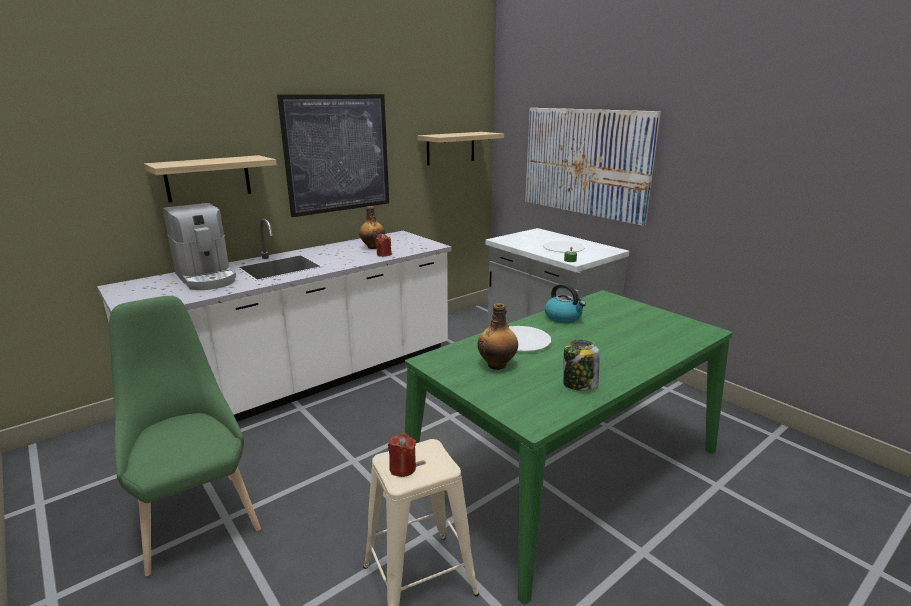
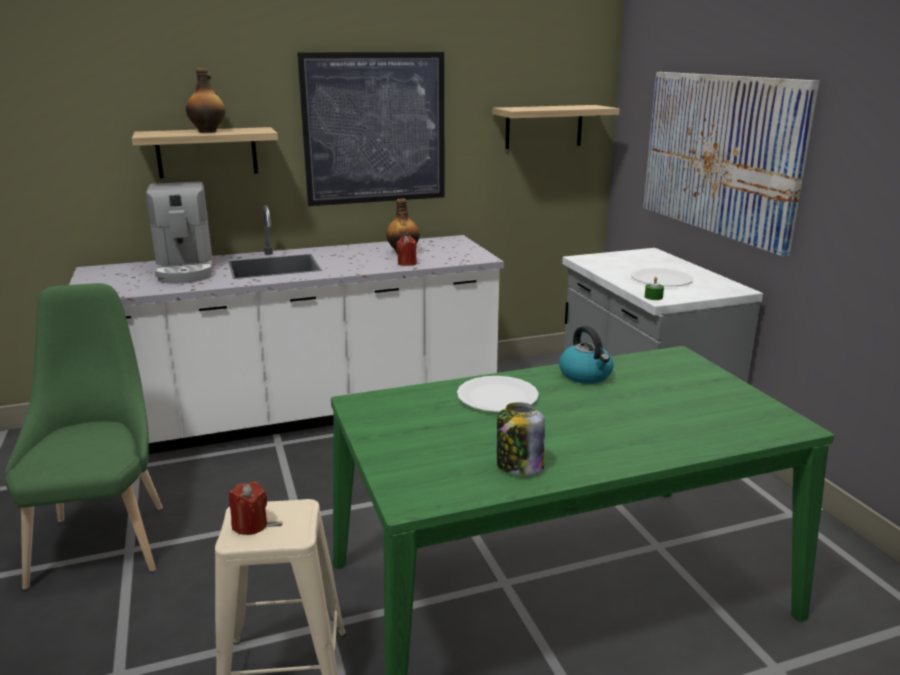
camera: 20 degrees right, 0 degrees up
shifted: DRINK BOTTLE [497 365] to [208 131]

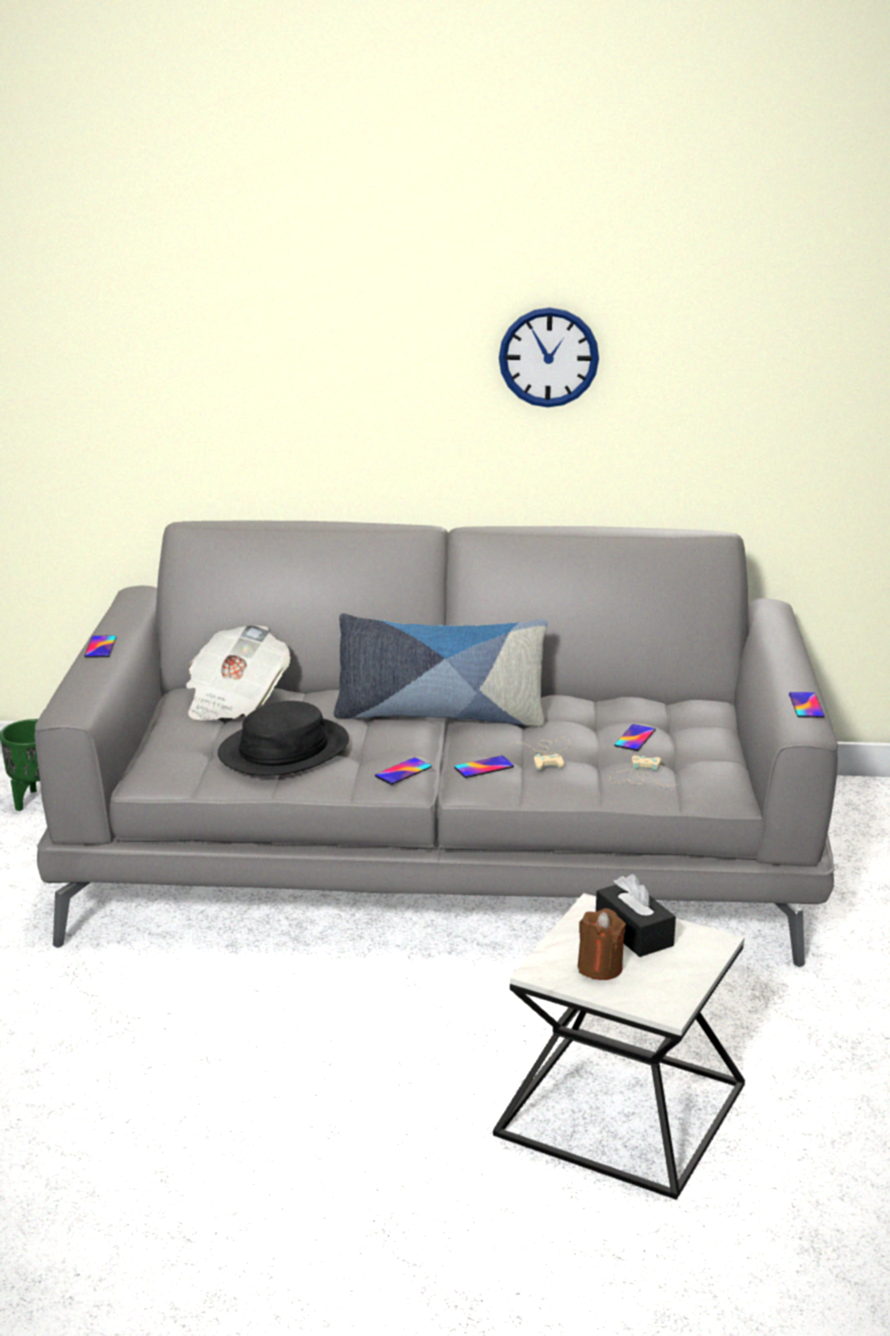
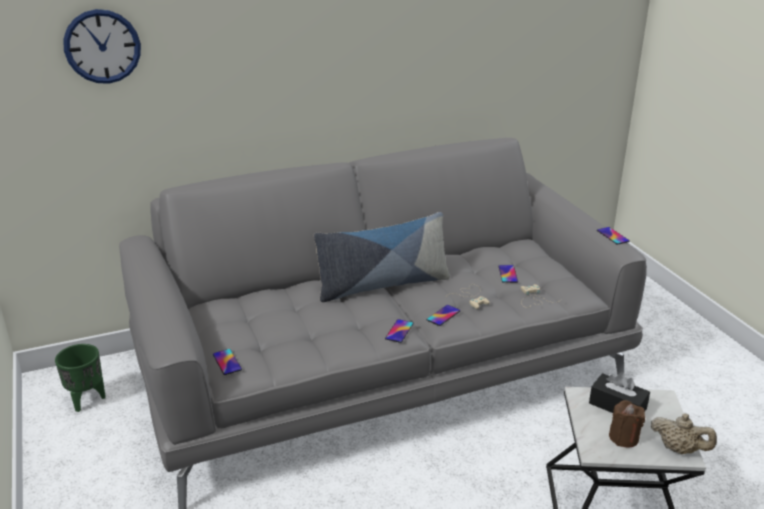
camera: 25 degrees left, 5 degrees up
gone: DAILY PAPER [234 701]; BLACKISH HAT [283 749]
new: BEIGE-COLOURED POT FOR TEA [679 449]
shifted: TELEPHONE [100 647] to [227 362]; WALL CLOCK [548 357] to [102 46]

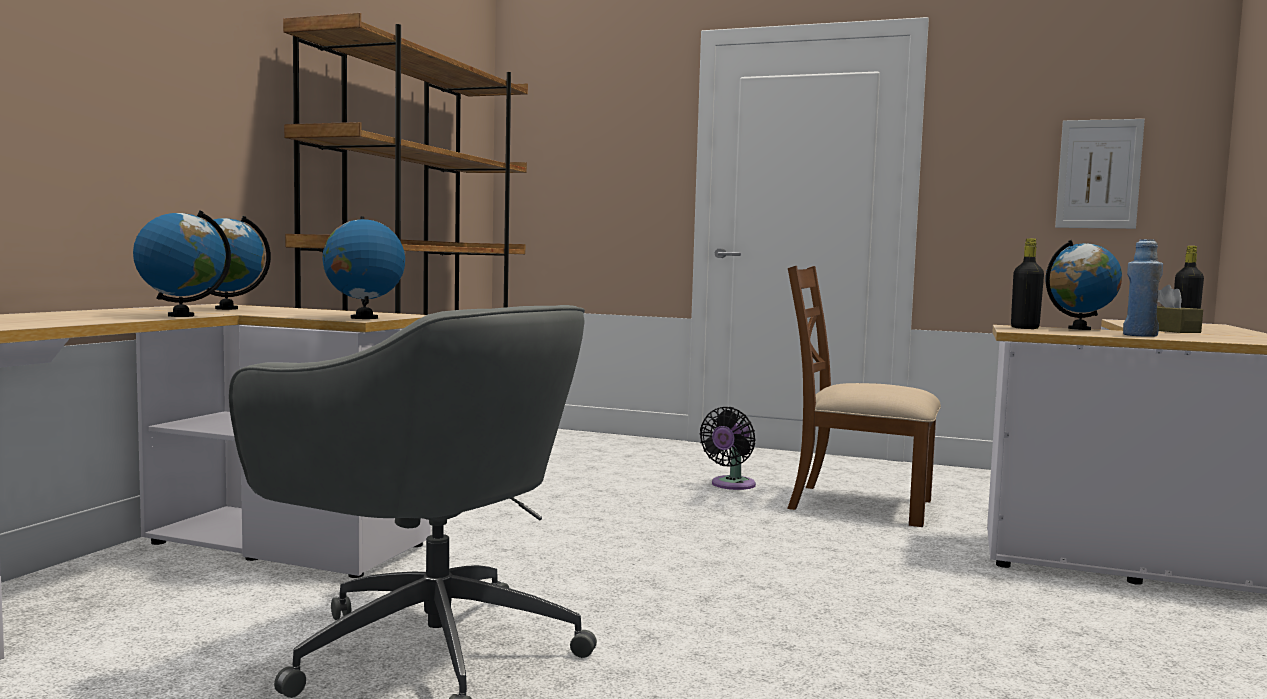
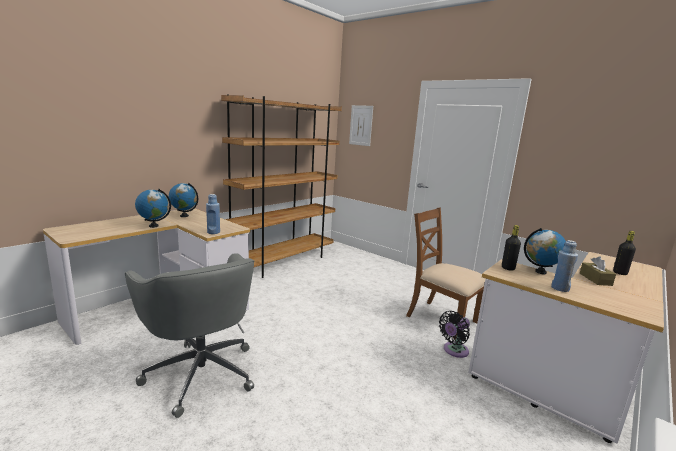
camera: 20 degrees right, 10 degrees up
shifted: BLACKISH FAN [731 485] to [454 351]; WALL ART [1098 174] to [361 125]
swapped: GLOBE [364 318] to BLUE DRINK BOTTLE [213 232]

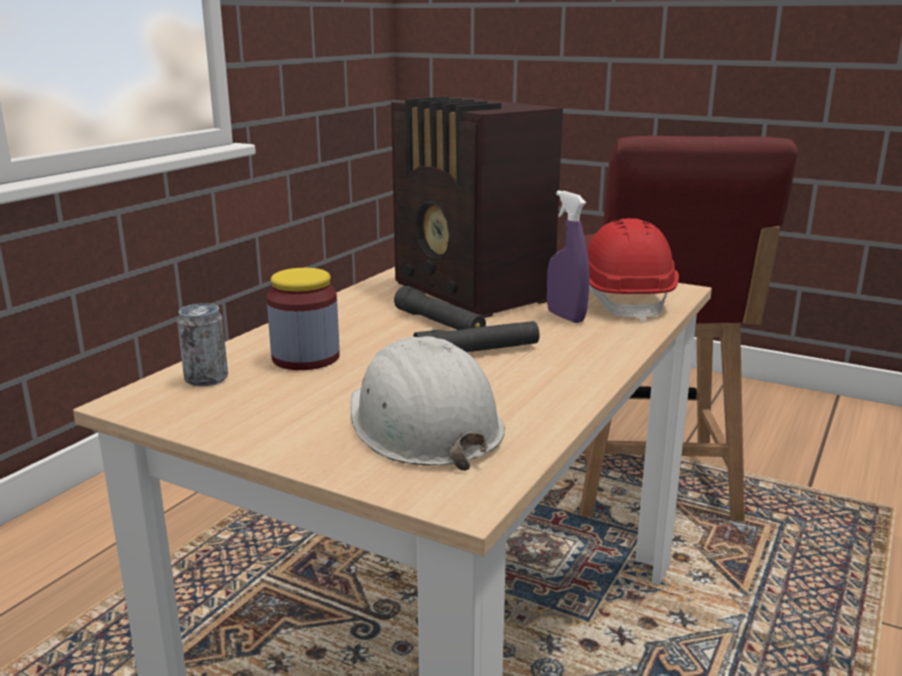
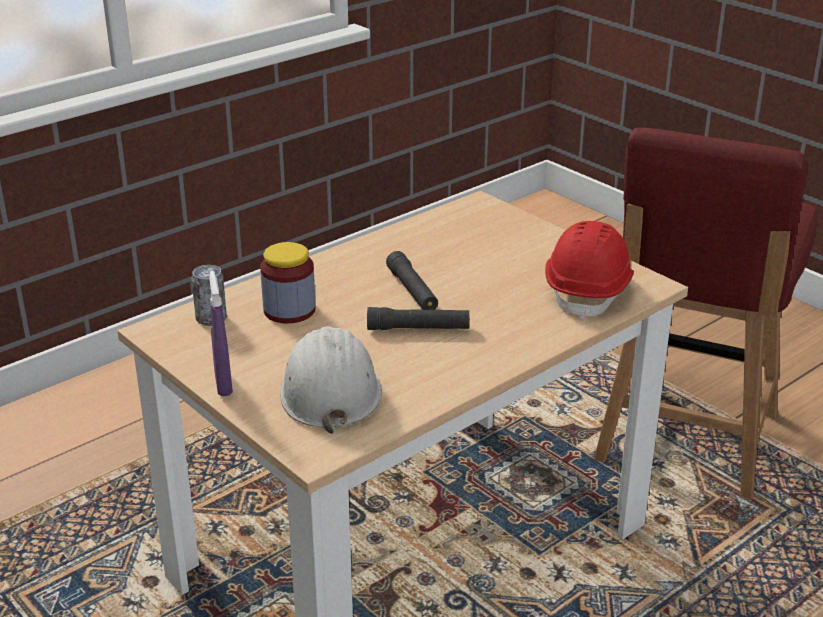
camera: 20 degrees right, 10 degrees up
gone: RADIO [471 293]
shifted: PURPLE-COLOURED HAND SPRAYER [565 317] to [223 385]

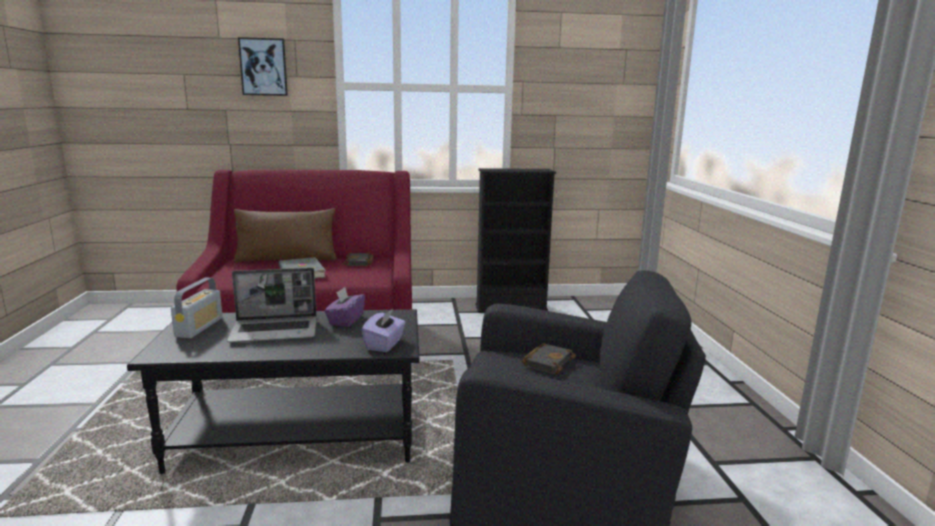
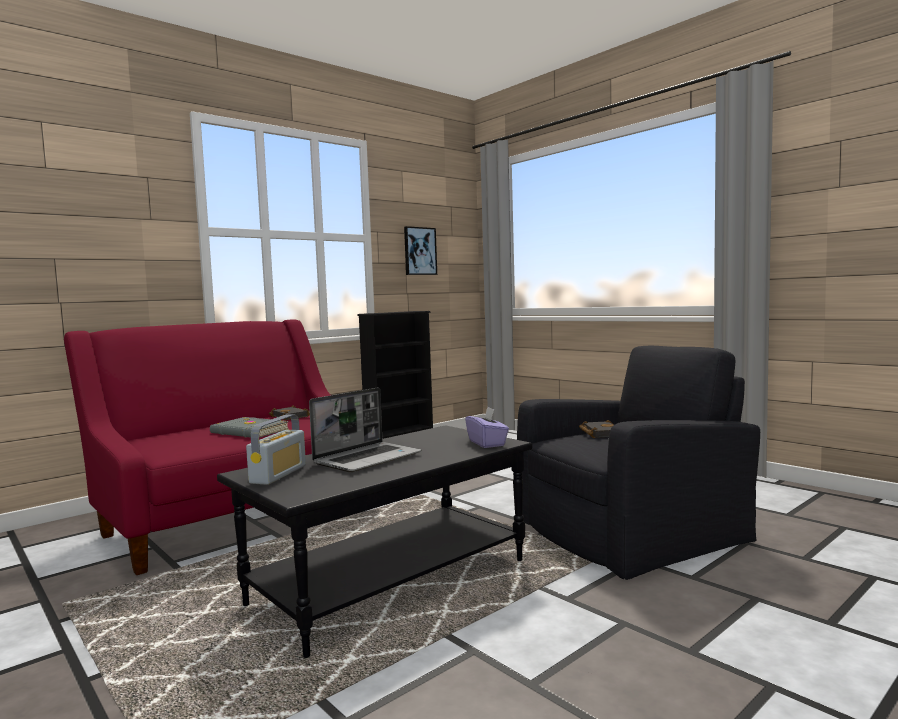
camera: 35 degrees left, 10 degrees down
gone: BROWN CUSHION [287 259]; PURPLE-COLOURED TISSUE HOLDER [345 320]
shifted: WALL ART [263 67] to [419 251]
rotated: RADIO [199 327] = [278 474] 45 degrees clockwise

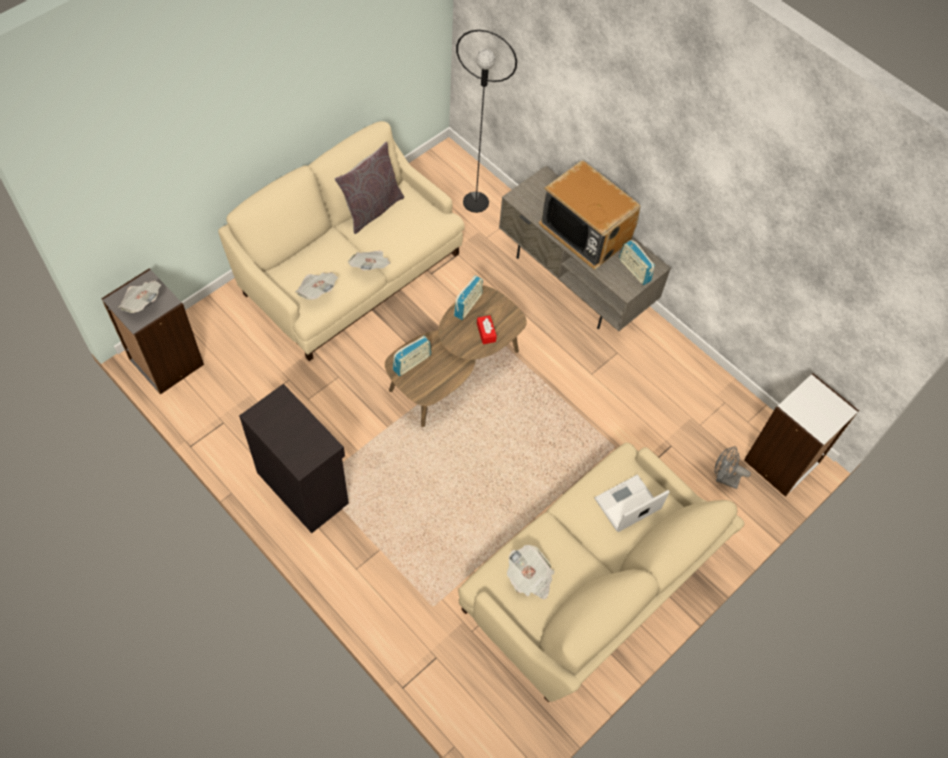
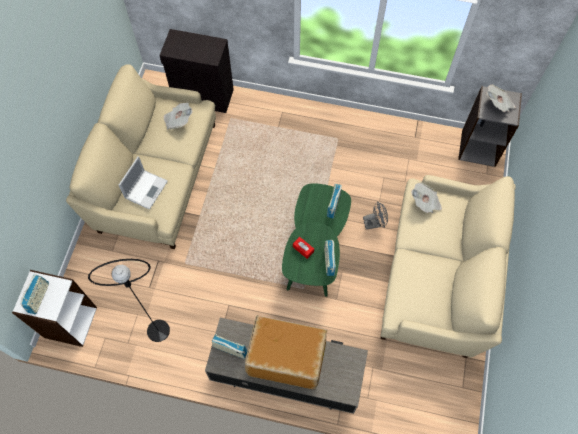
camera: 150 degrees right, 5 degrees up
gone: GREYISH CUSHION [371 209]; DAILY PAPER [370 266]
new: RADIO [39 297]
shifted: BLACKISH CUPBOARD [303 486] to [203 97]; BLACKISH STANDING LAMP [476 202] to [158 331]; GREYISH FAN [723 478] to [374 223]
repainted: BROWN COFFEE TABLE [455 371] to GREEN COFFEE TABLE [315 249]

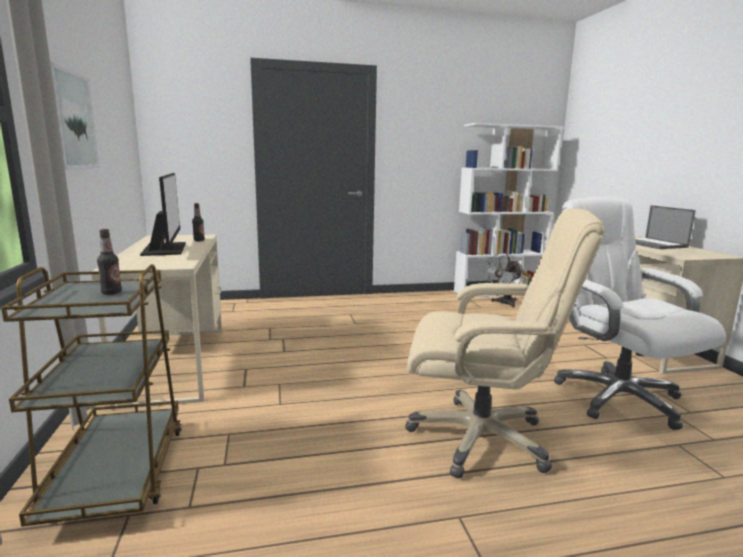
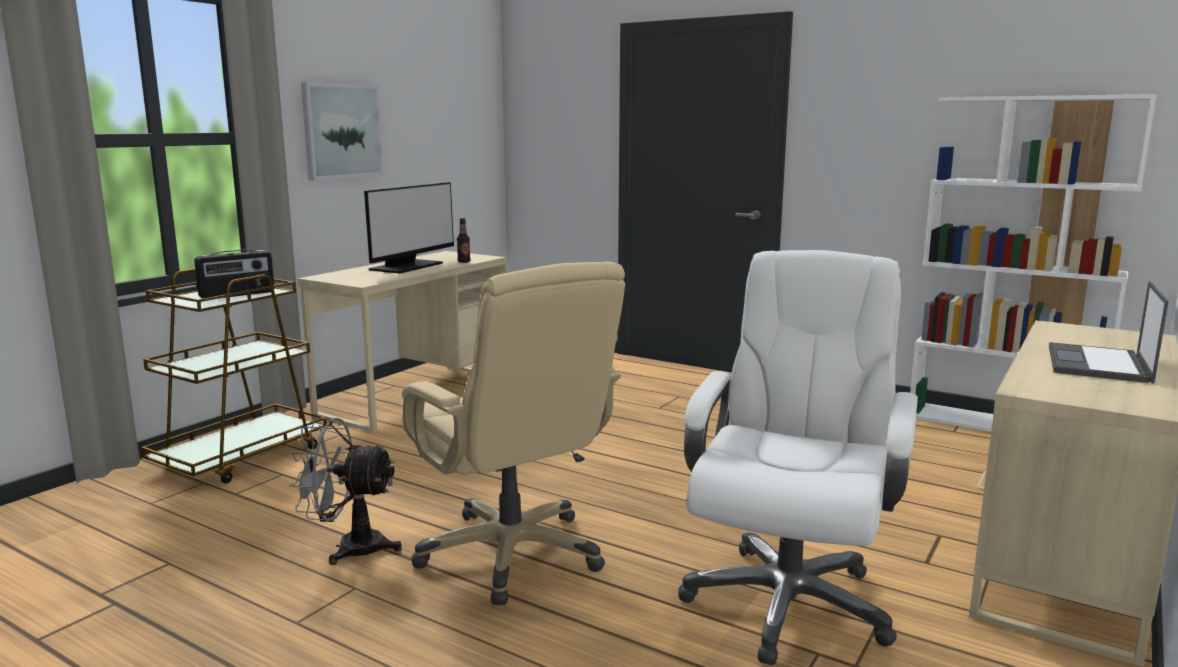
camera: 45 degrees right, 0 degrees up
shifted: GREYISH FAN [503 303] to [349 547]
swapped: DRINK BOTTLE [111 293] to RADIO [237 295]

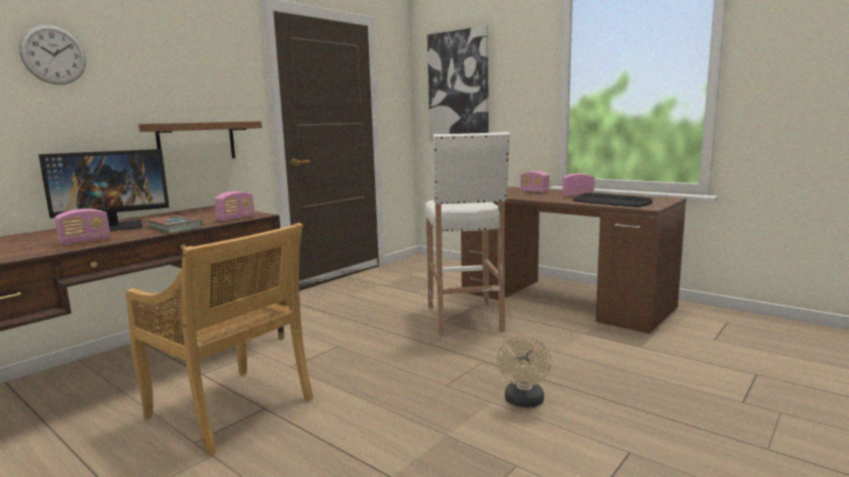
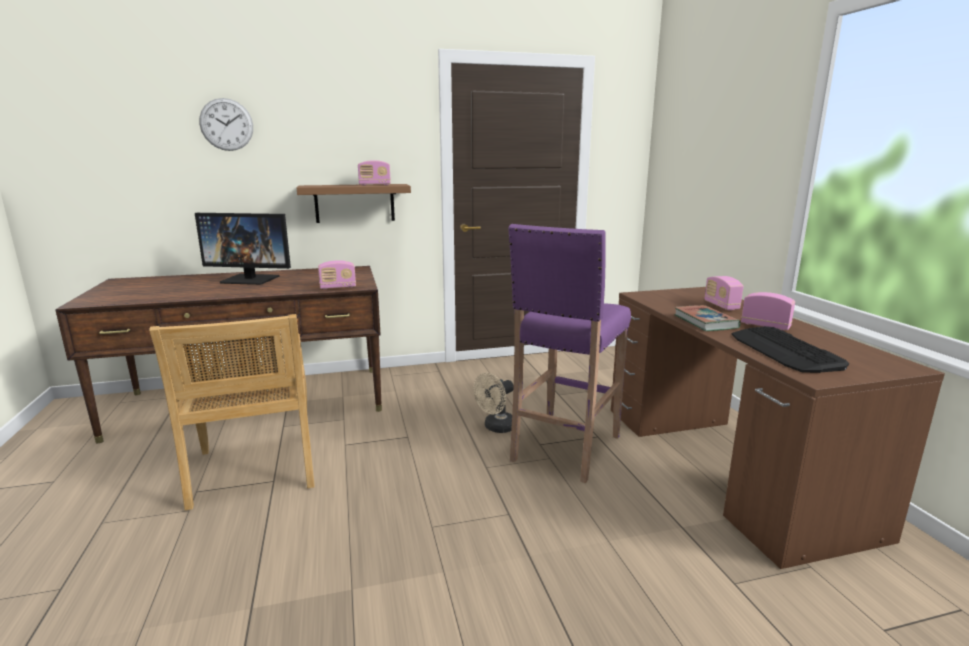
camera: 35 degrees right, 5 degrees up
gone: WALL ART [458 87]
shifted: RADIO [85 241] to [375 185]; BOUND BOOK [175 227] to [705 322]; BEIGE-COLOURED FAN [524 402] to [496 428]
repainted: WHITISH STOOL SEAT [465 319] to PURPLE-COLOURED STOOL SEAT [564 449]

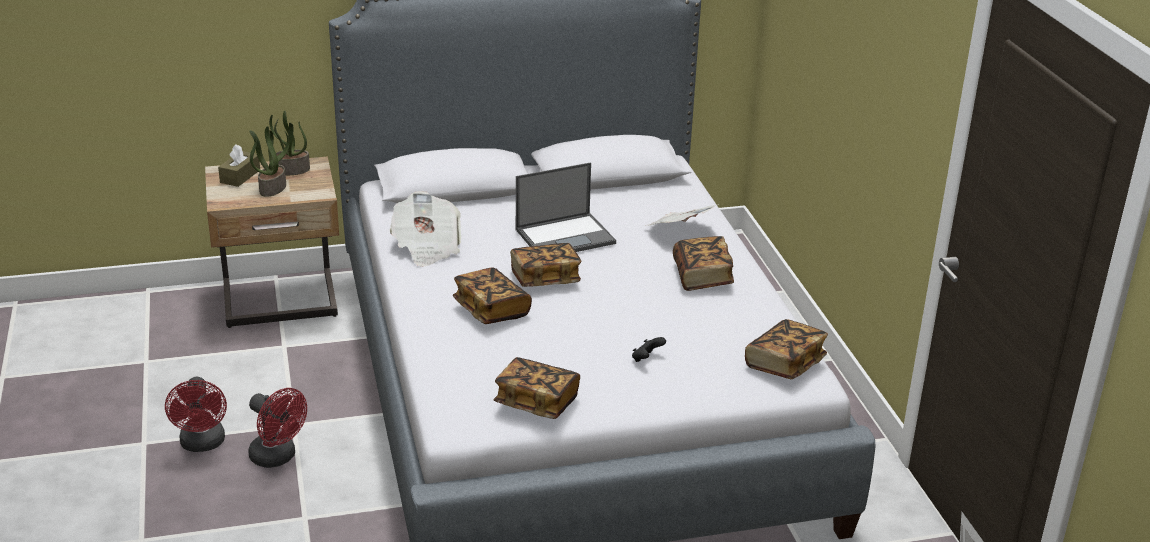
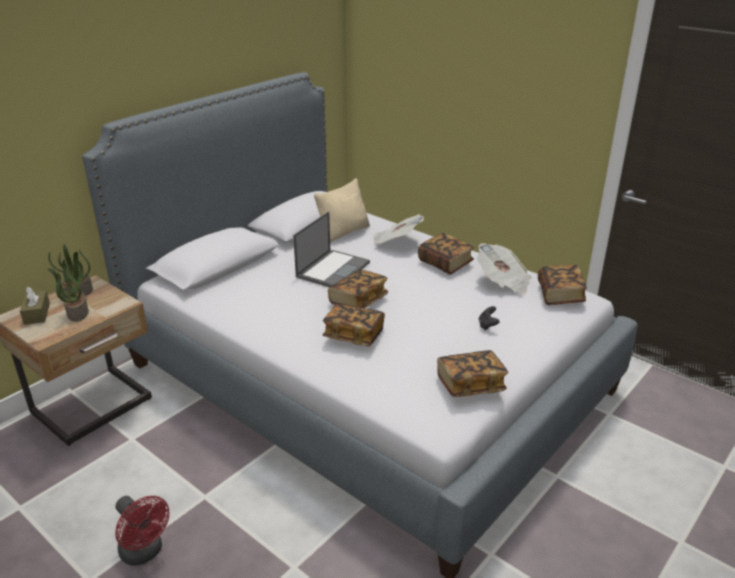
camera: 35 degrees left, 0 degrees up
gone: RED FAN [278 457]
new: BEIGE-COLOURED CUSHION [344 232]
shifted: DAILY PAPER [427 247] to [503 282]

